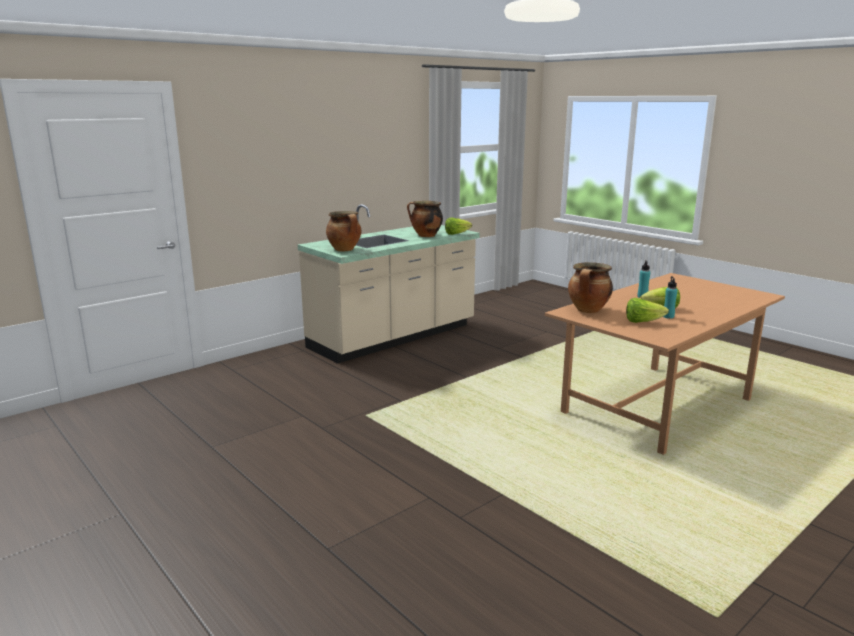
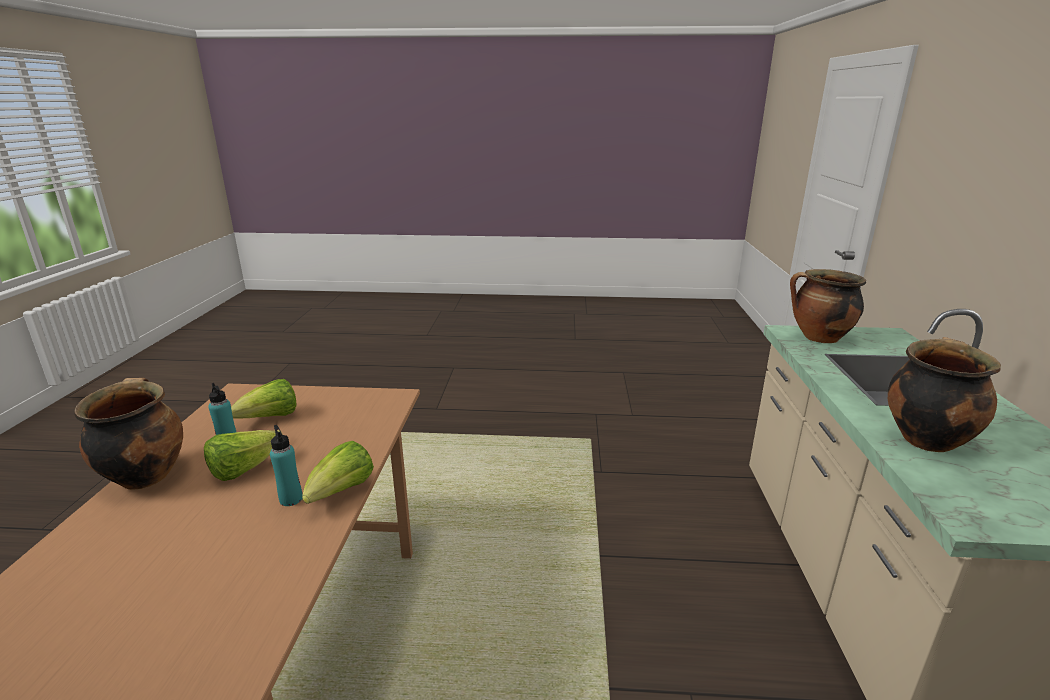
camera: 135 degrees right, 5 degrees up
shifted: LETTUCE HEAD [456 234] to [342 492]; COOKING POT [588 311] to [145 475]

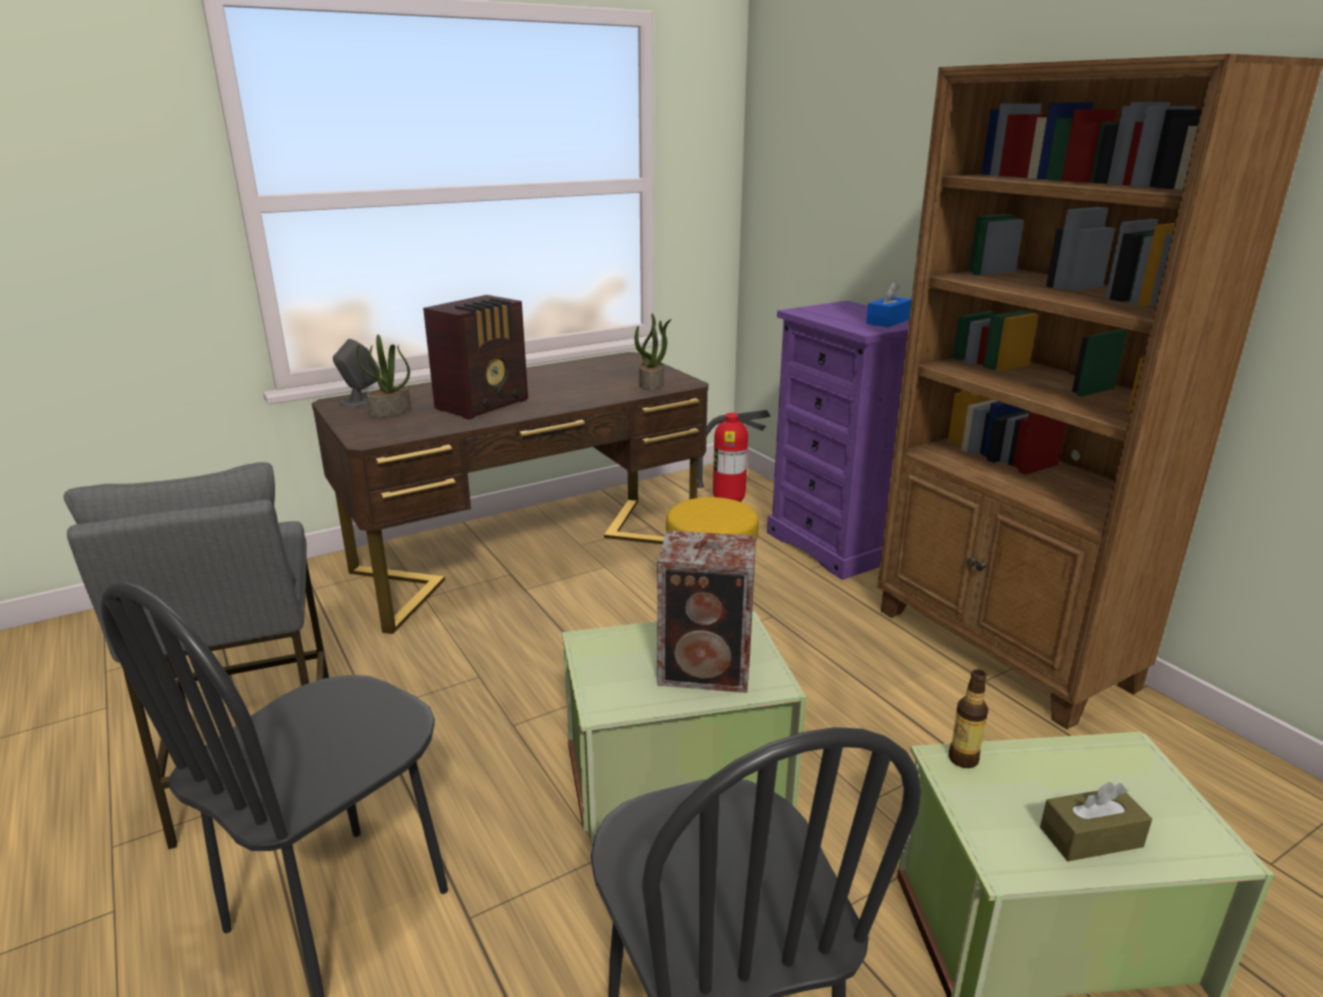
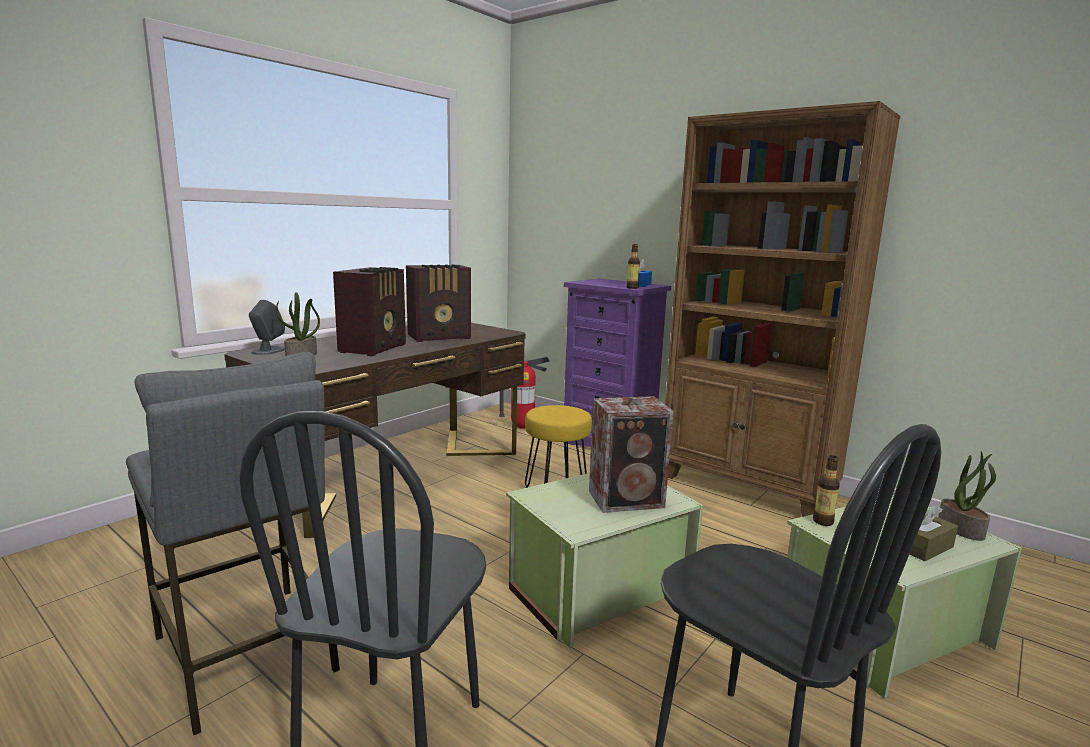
camera: 20 degrees left, 10 degrees down
new: RADIO [440 337]; DRINK BOTTLE [632 288]
shifted: PLANT IN A POT [652 385] to [962 529]

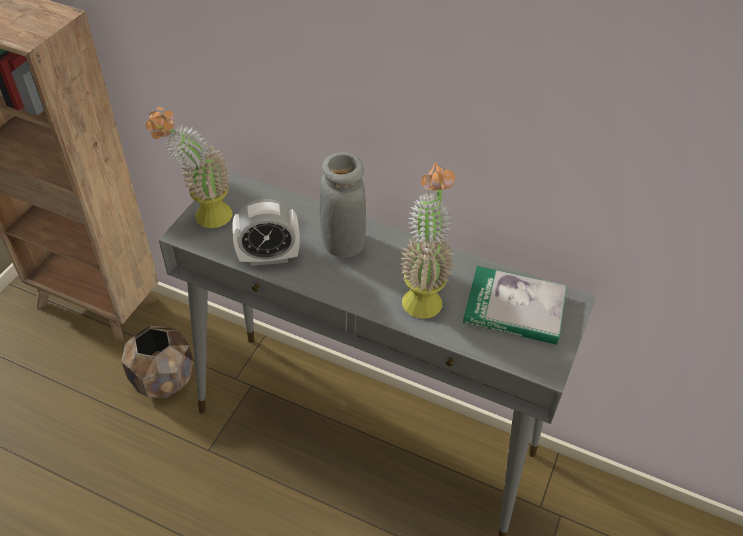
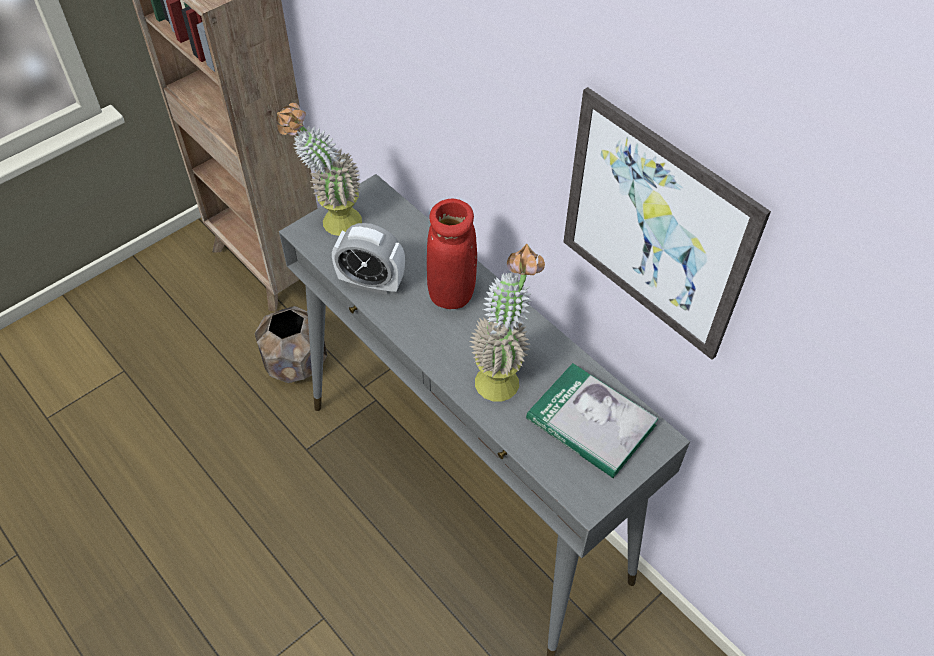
camera: 25 degrees right, 5 degrees up
new: WALL ART [654 227]
repainted: GREYISH FLOWER VASE [343 243] to RED FLOWER VASE [451 292]

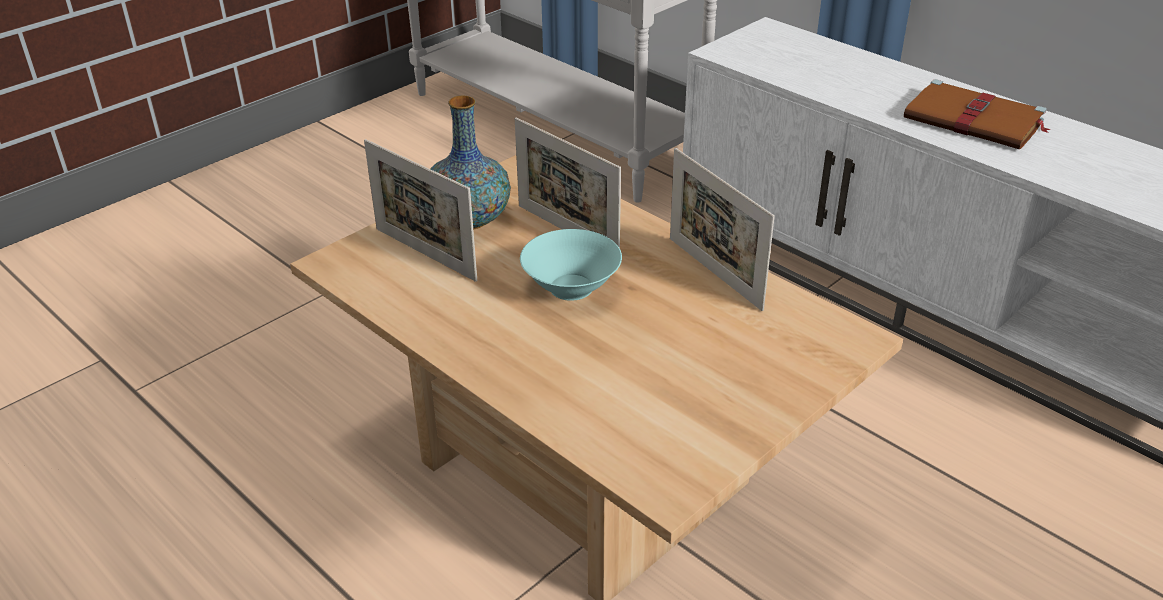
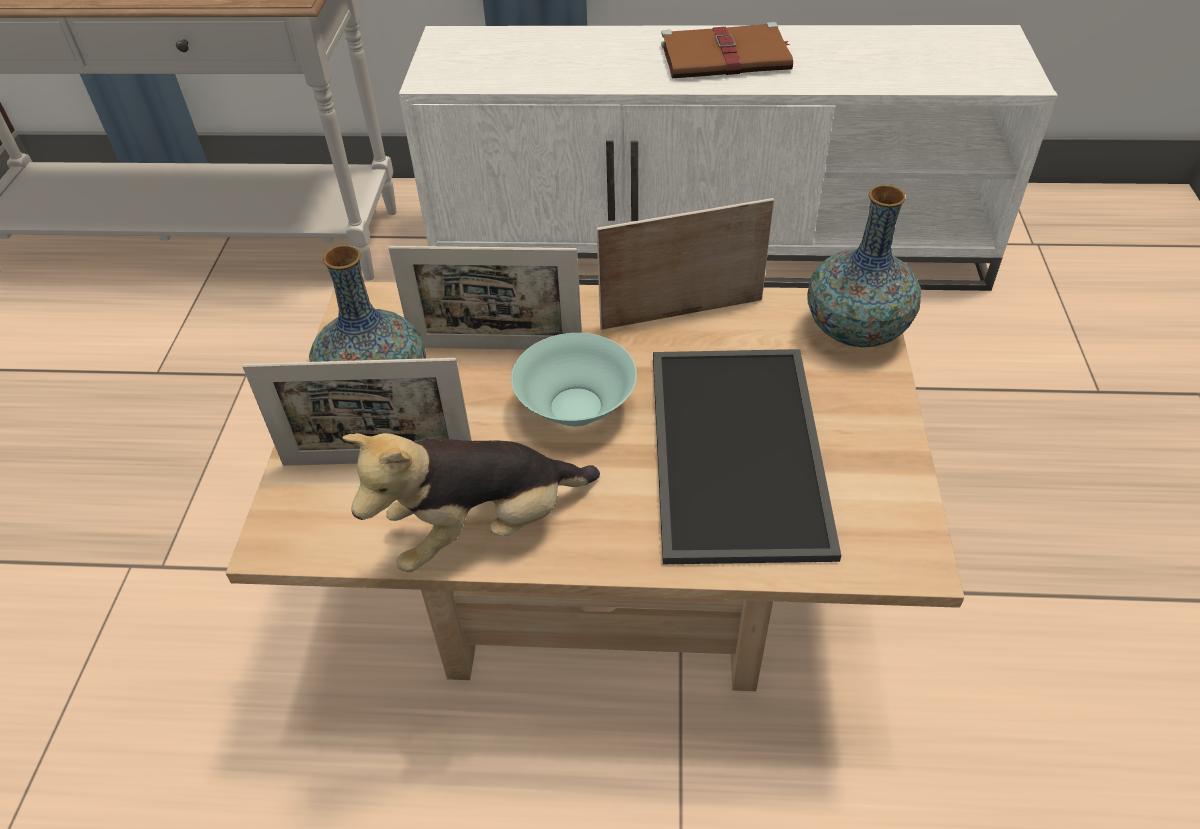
camera: 40 degrees left, 10 degrees up
new: CUDDLY TOY [484 529]; SERVING TRAY [732 448]; FLOWER VASE [855 330]
rotated: PHOTO FRAME [714 273] = [682 314] 150 degrees clockwise

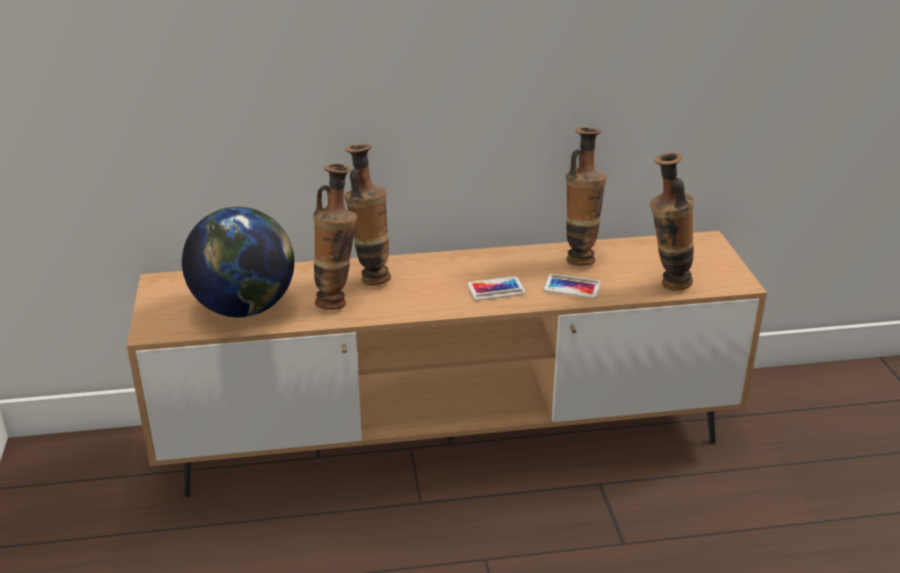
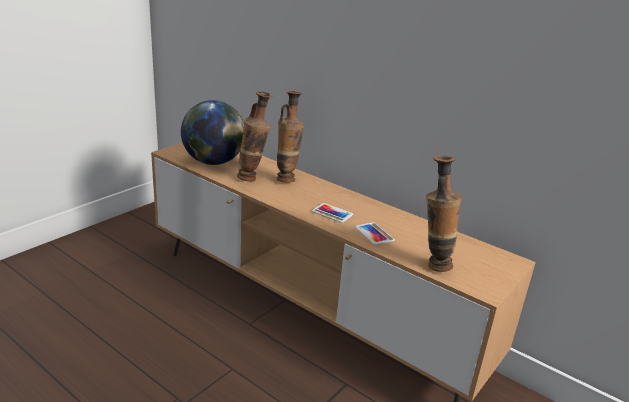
camera: 45 degrees right, 5 degrees down
gone: FLOWER VASE [580 258]

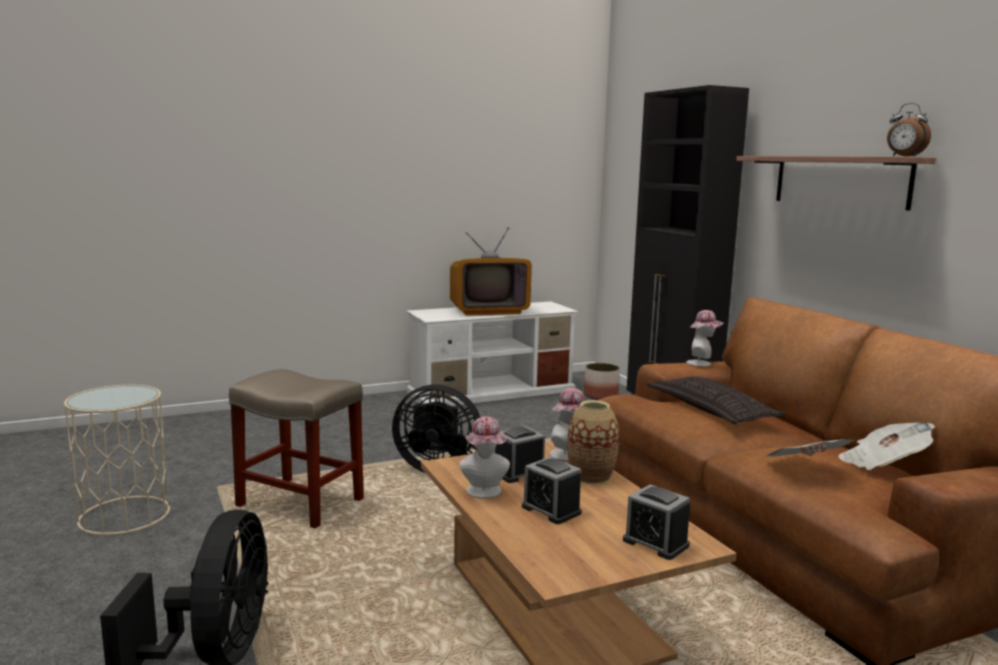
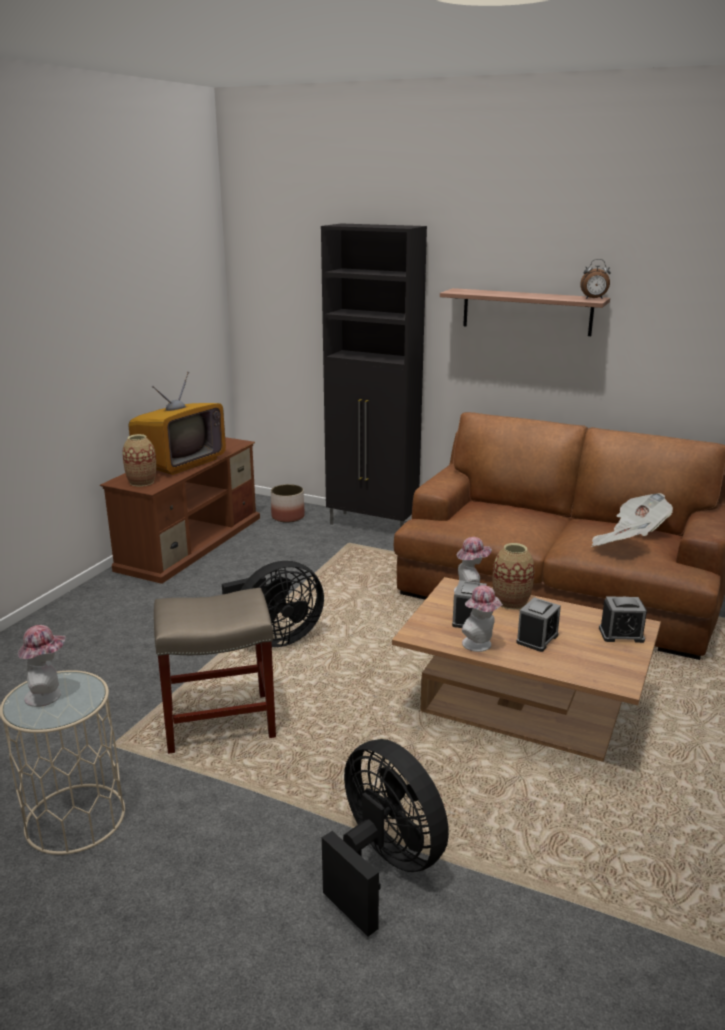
camera: 40 degrees left, 10 degrees up
gone: CUSHION [711 410]
new: FLOWER VASE [141 482]
shifted: HAT [702 363] to [48 695]
repainted: WHITISH TV STAND [492 391] to BROWN TV STAND [191 542]
rotated: ALARM CLOCK [551 510] = [537 639] 60 degrees counterclockwise

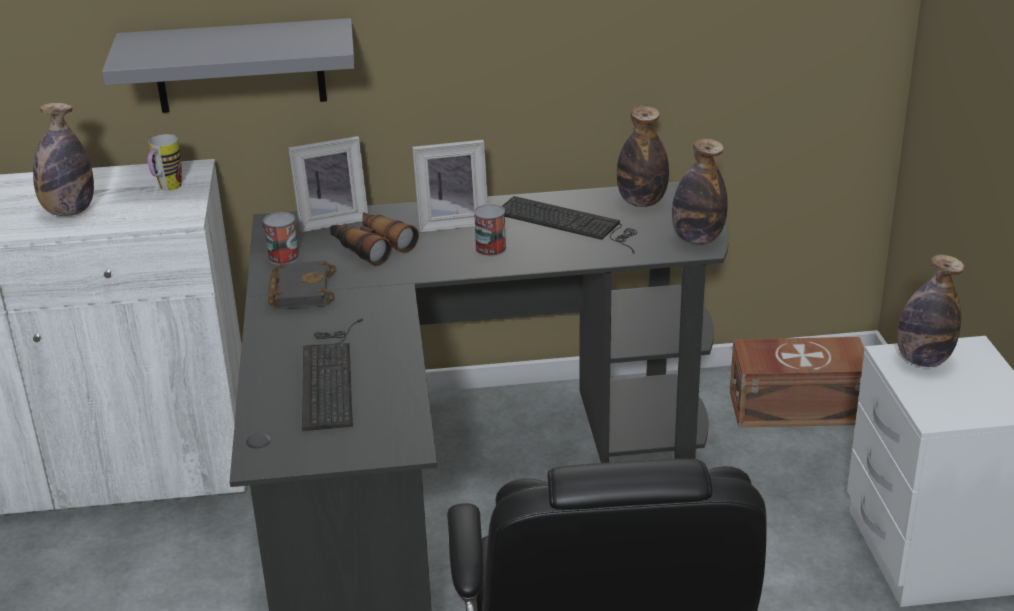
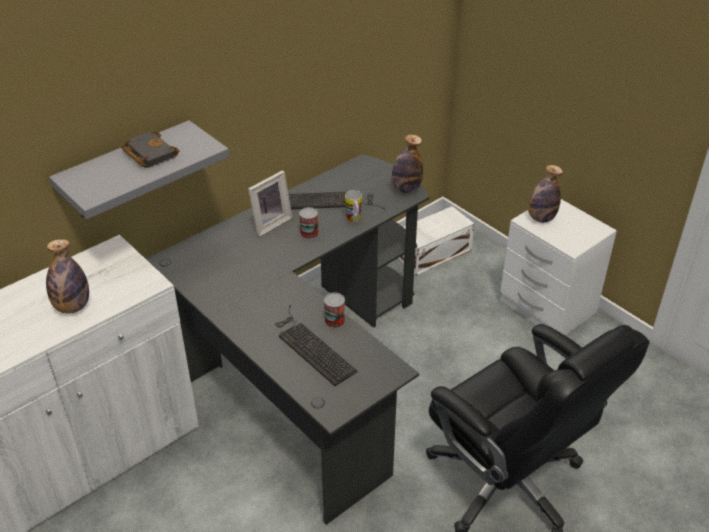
camera: 35 degrees left, 10 degrees up
gone: PHOTO FRAME [331 220]; BINOCULARS [371 247]; DRINK BOTTLE [641 202]
shifted: MUG [167 189] to [354 221]; CAN [283 257] to [334 320]; BLACKISH BOUND BOOK [300 290] to [148 153]
repainted: BROWN STORAGE BOX [794 406] to WHITISH STORAGE BOX [431 253]

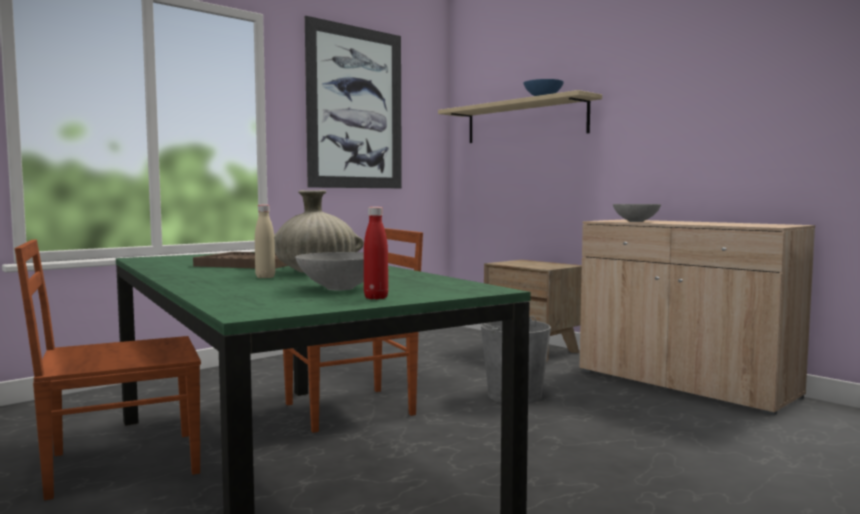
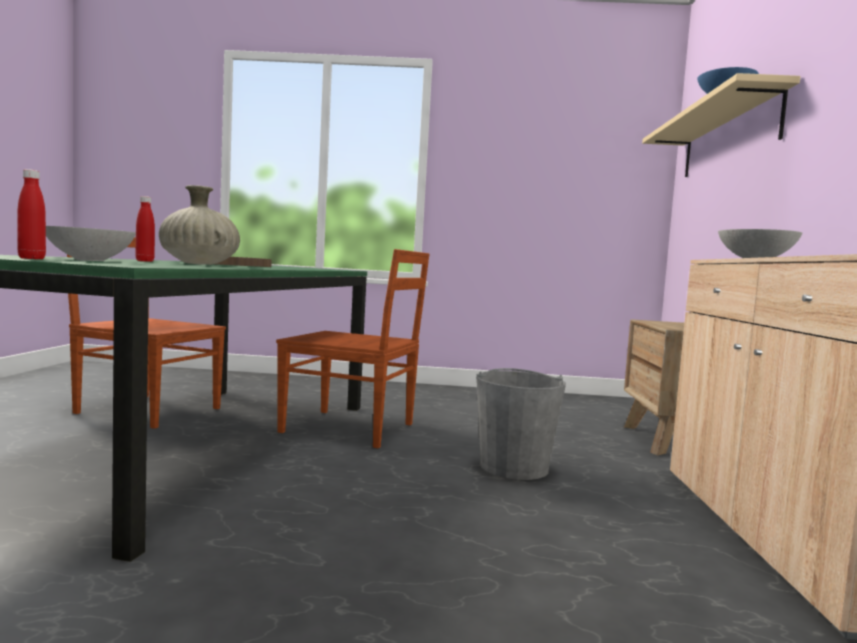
camera: 45 degrees right, 0 degrees up
gone: WALL ART [355 108]
repainted: BEIGE-COLOURED DRINK BOTTLE [265 277] to RED DRINK BOTTLE [145 261]

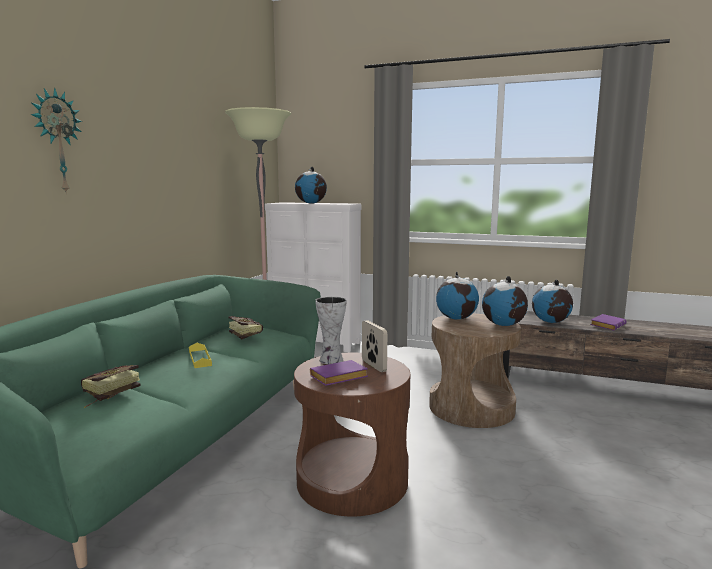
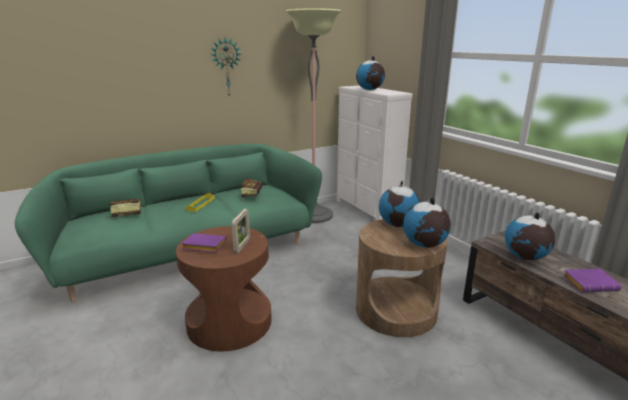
camera: 40 degrees right, 10 degrees up
gone: FLOWER VASE [330 360]
shifted: WALL CLOCK [57 142] to [226 67]

